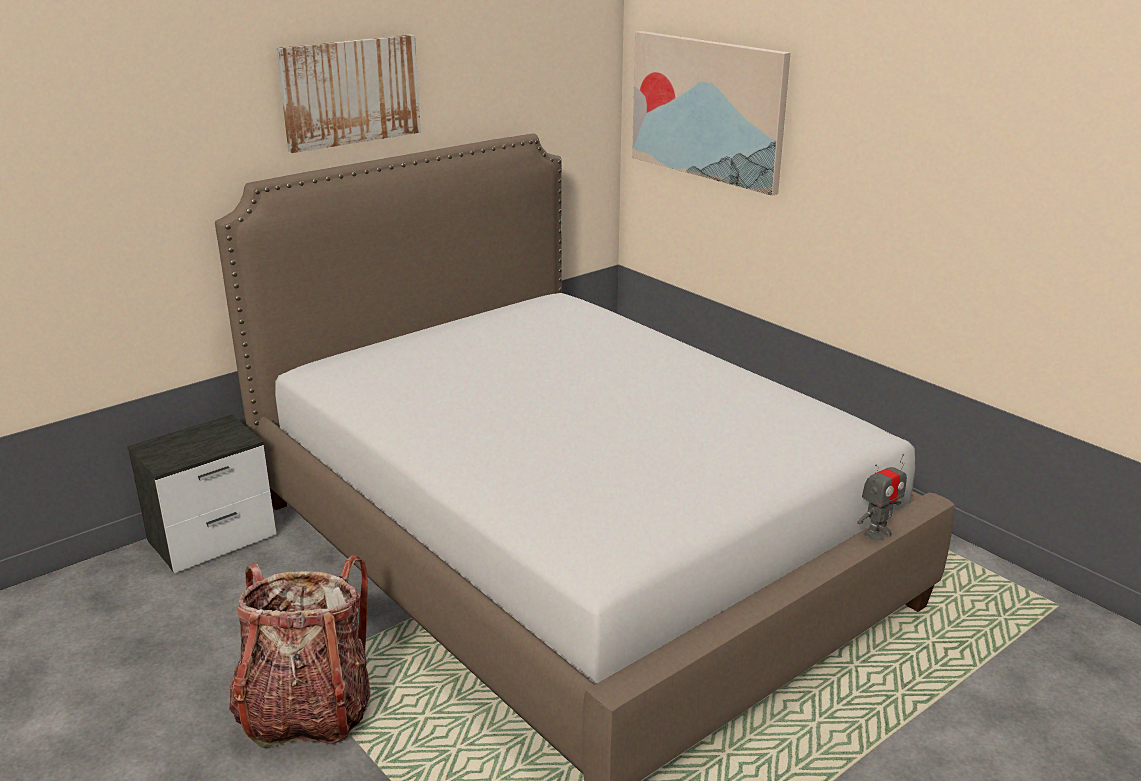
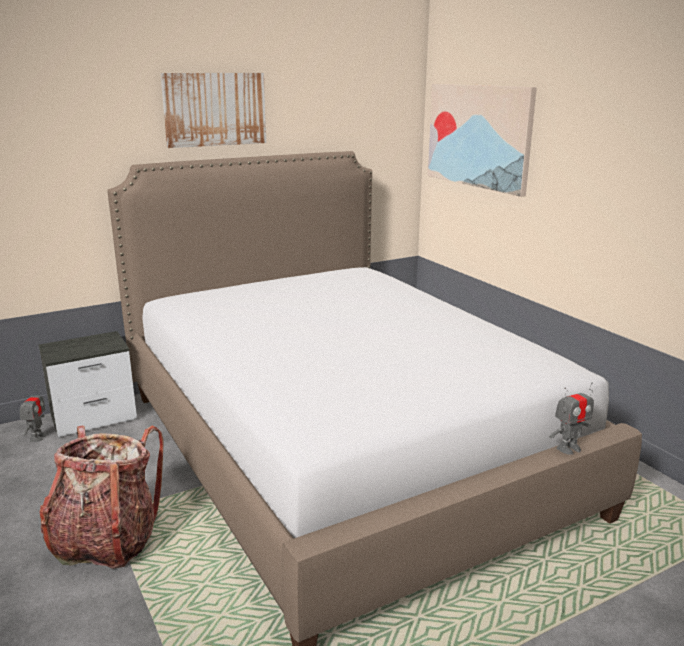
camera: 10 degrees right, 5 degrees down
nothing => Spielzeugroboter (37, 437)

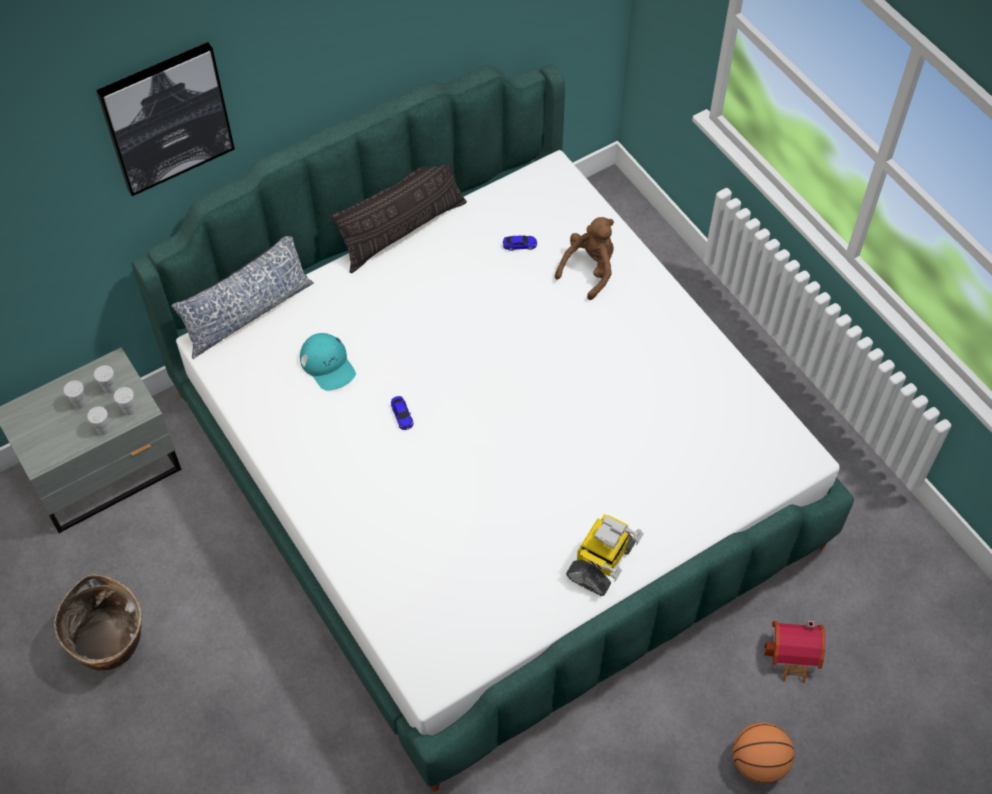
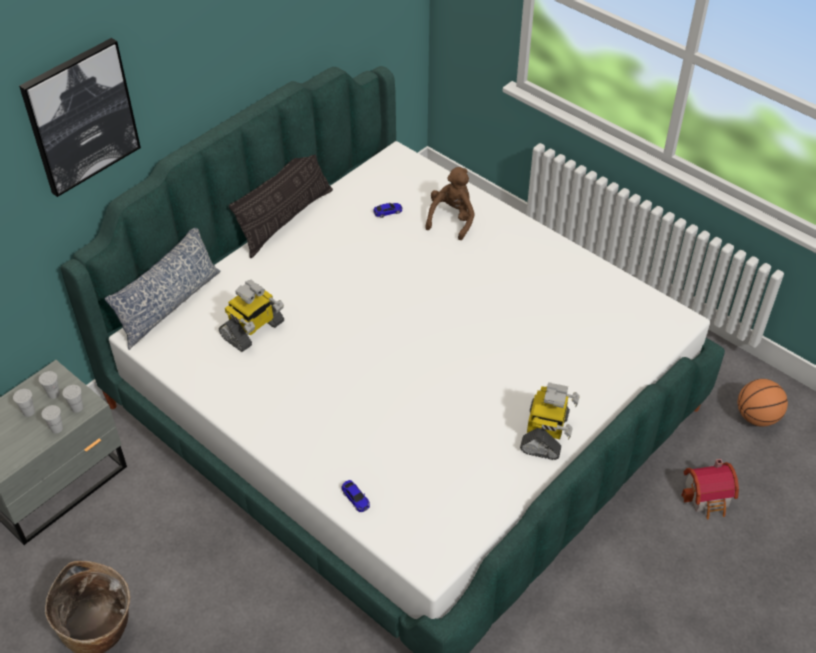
camera: 15 degrees left, 10 degrees down
Kappe (türkis) (328, 364) => Spielzeugroboter (253, 330)
Spielzeugauto (402, 415) => Spielzeugauto (355, 498), move
Basketball (759, 762) => Basketball (757, 417), move

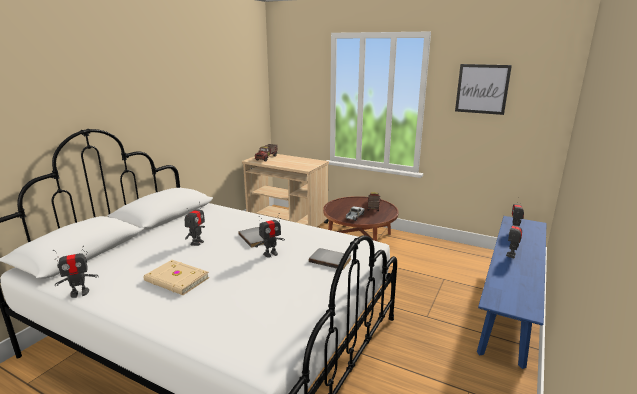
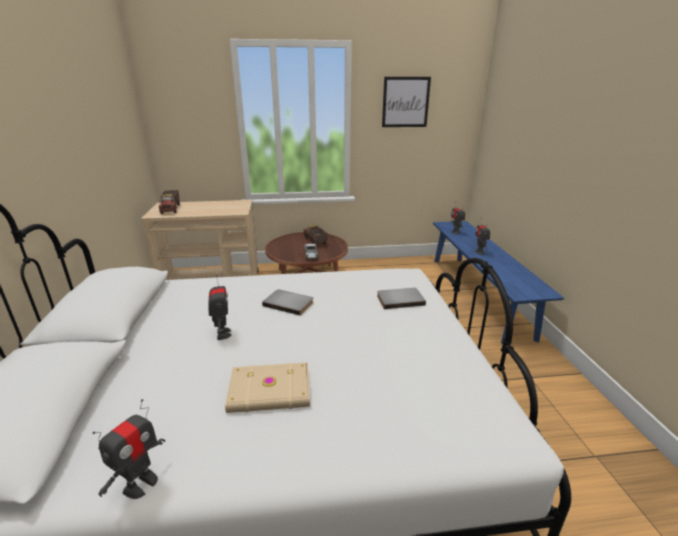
camera: 35 degrees left, 5 degrees up
Spielzeugroboter (270, 254) => nothing

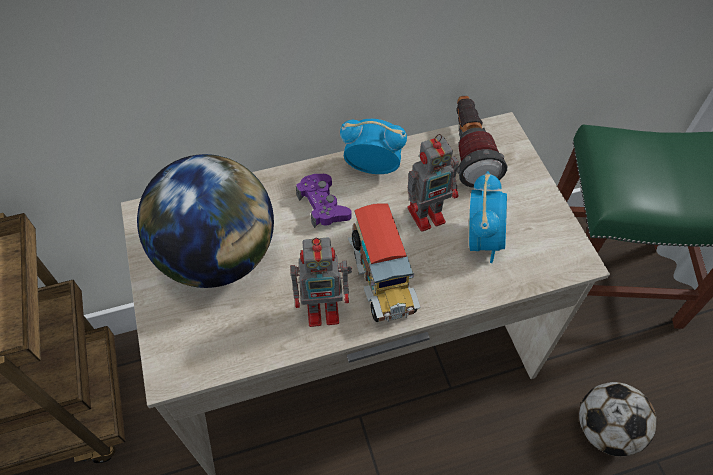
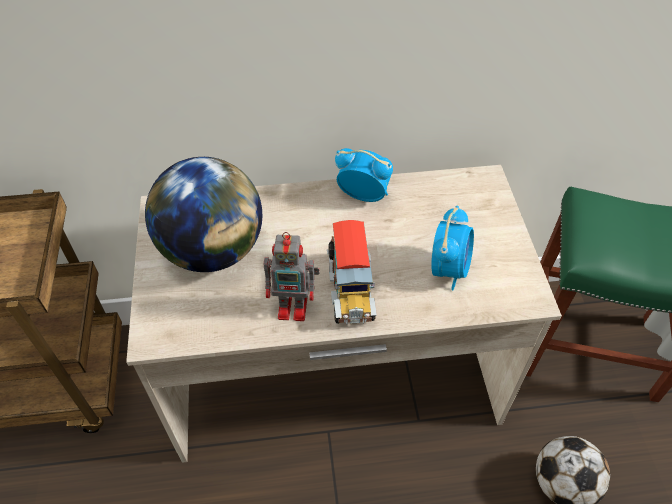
camera: 10 degrees right, 5 degrees down
Taschenlampe (469, 152) => nothing
Spielzeugroboter (428, 214) => nothing
Gamepad (lila) (323, 205) => nothing

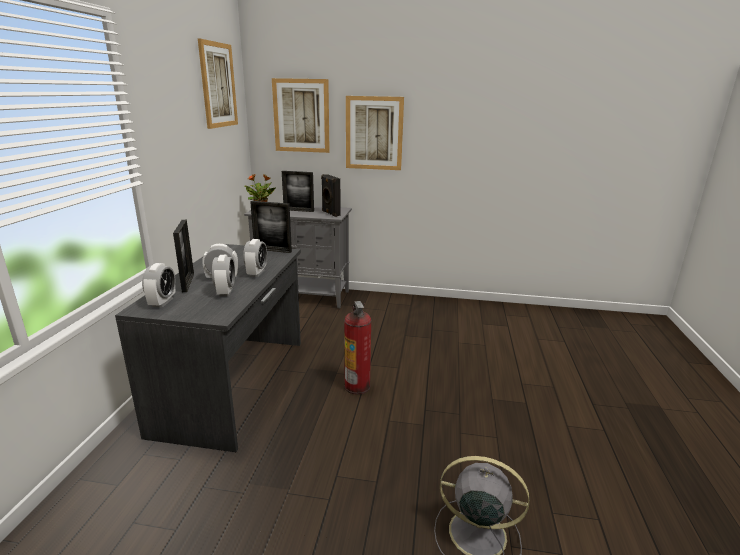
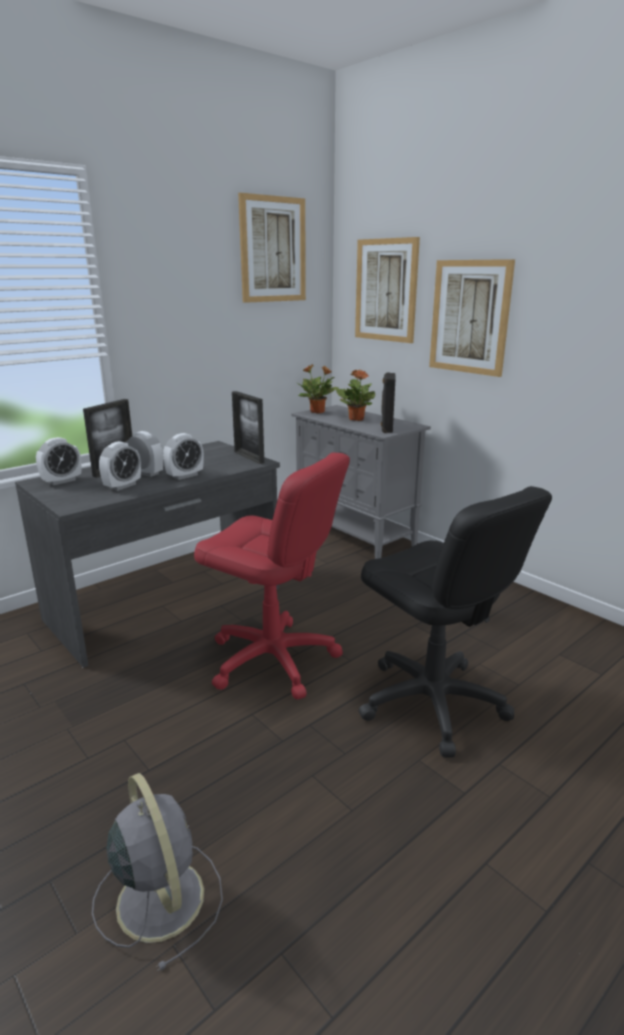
camera: 40 degrees right, 0 degrees up
Bilderrahmen (298, 210) => Topfpflanze (356, 419)
Feuerlöscher (357, 386) => Bürostuhl (rot) (272, 660)
nothing => Bürostuhl (schwarz) (432, 703)

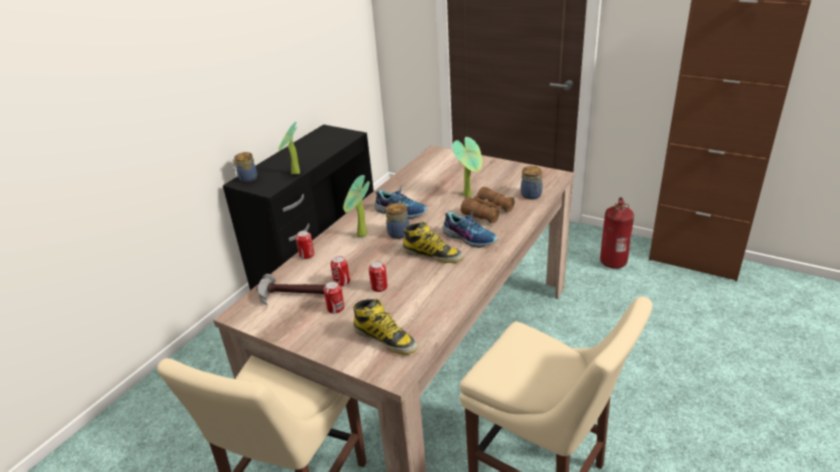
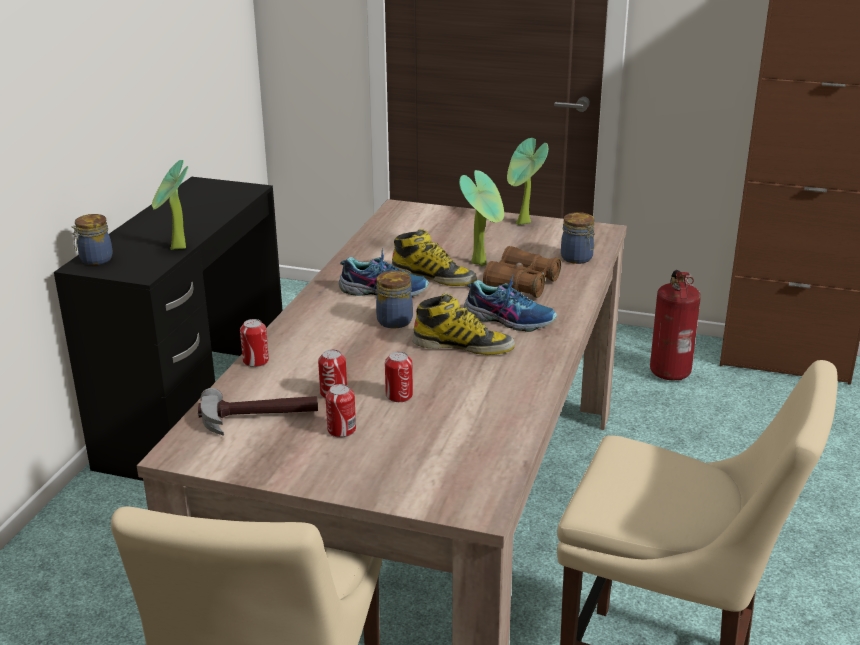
camera: 15 degrees left, 5 degrees down
Topfpflanze (361, 236) => Topfpflanze (523, 224), move
Stiefel (385, 338) => Stiefel (434, 277), move

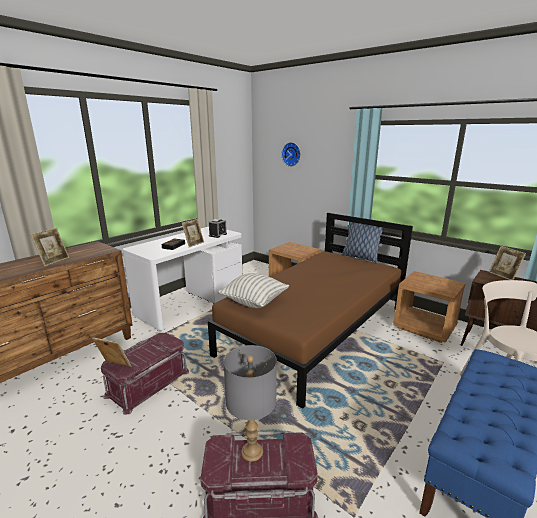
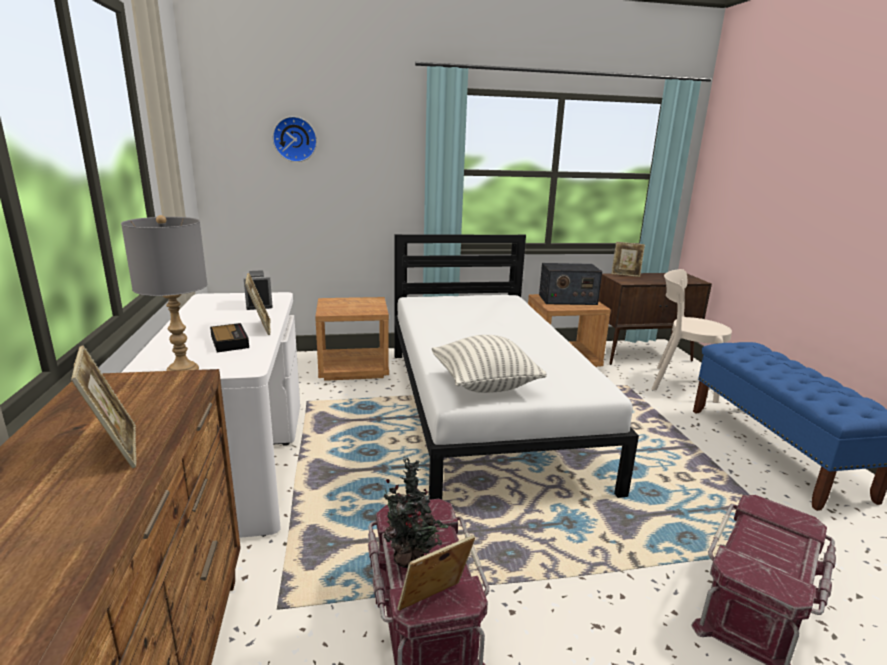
camera: 50 degrees left, 0 degrees up
Bett (braun) (316, 330) => Bett (weiß) (484, 411)
Kissen (360, 257) => nothing
Tischlampe (grau) (252, 451) => Tischlampe (grau) (182, 369), move
nothing => Radio (567, 299)
nothing => Topfpflanze (411, 559)

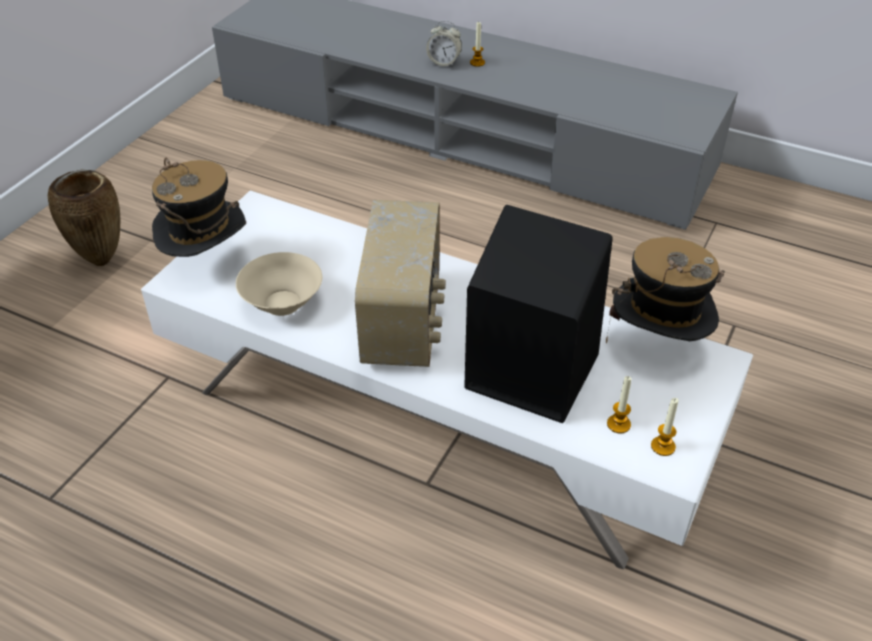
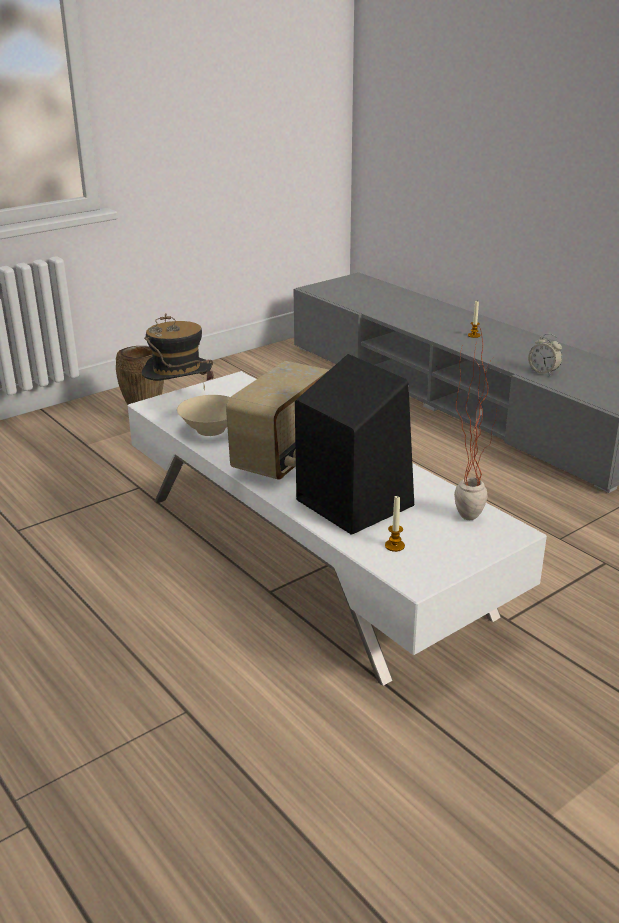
camera: 25 degrees right, 15 degrees down
Wecker (444, 63) => Wecker (543, 372), move
Hut (656, 346) => Topfpflanze (467, 511)
Kerze (663, 446) => nothing

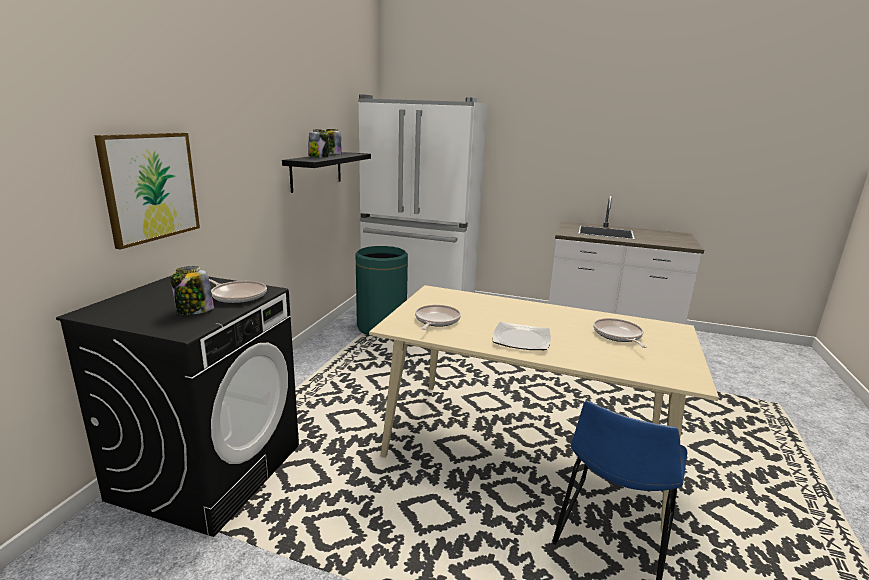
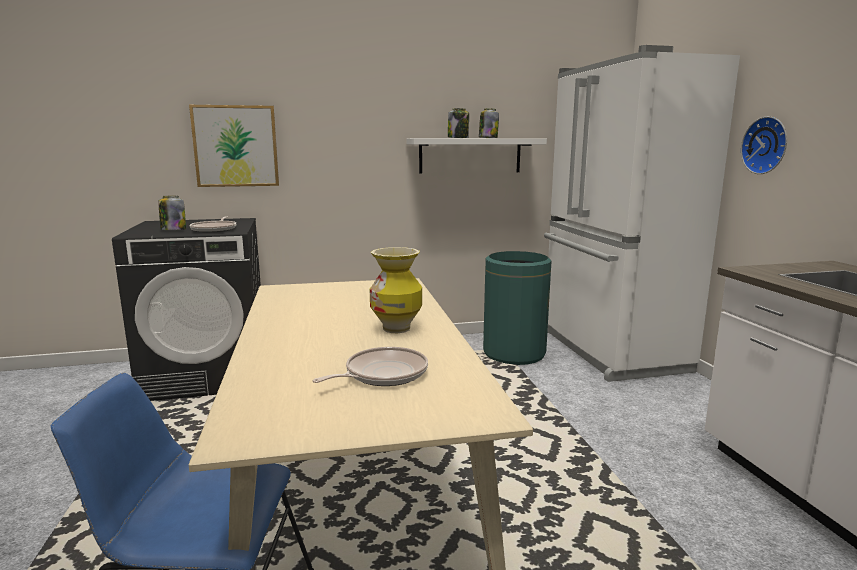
camera: 60 degrees right, 5 degrees down
Wandregal (schwarz) (316, 171) => Wandregal (weiß) (470, 155)
Pfanne (436, 320) => nothing
Teller (520, 339) => nothing
nothing => Wanduhr (767, 145)
nothing => Vase (397, 328)

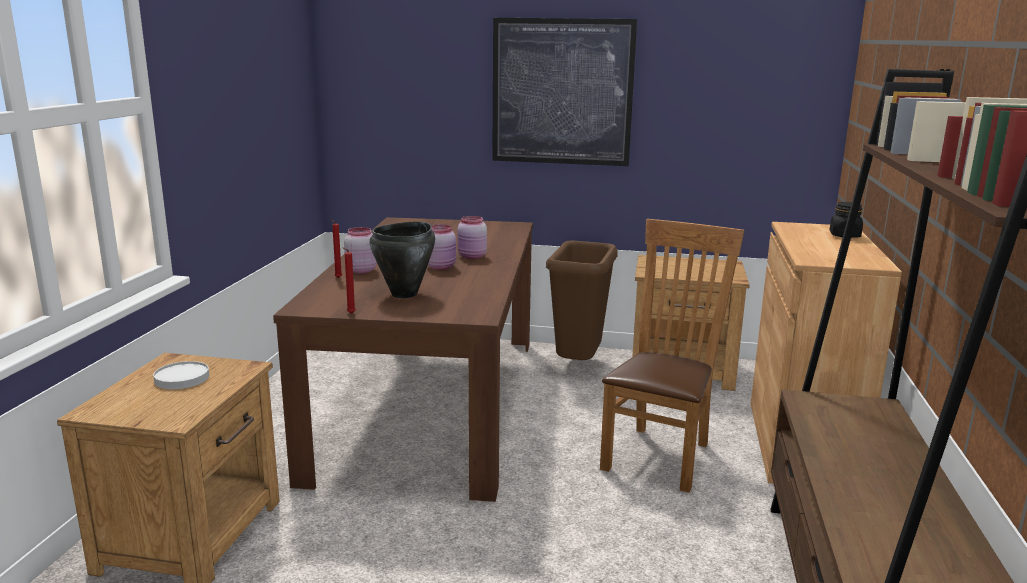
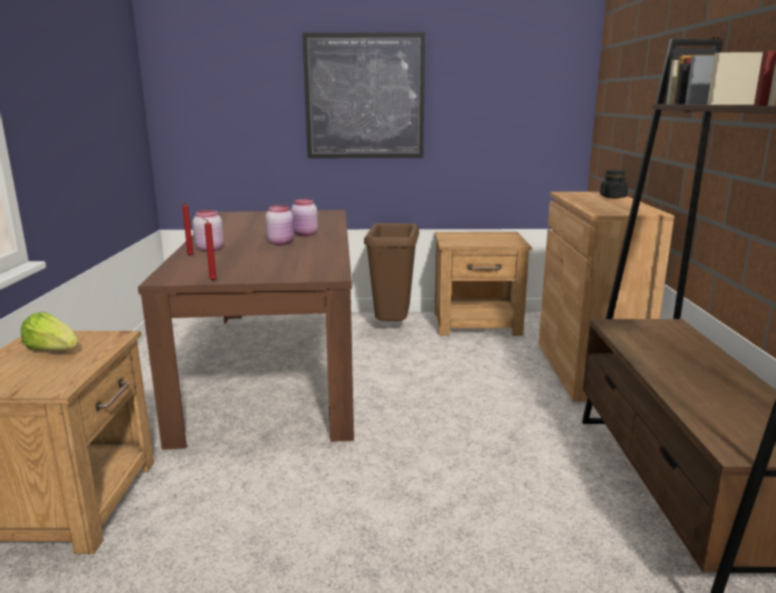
camera: 10 degrees left, 0 degrees up
Stuhl (braun) (661, 454) => nothing
Kochtopf (schwarz) (405, 294) => nothing
Teller (weiß) (182, 378) => Salatkopf (52, 350)

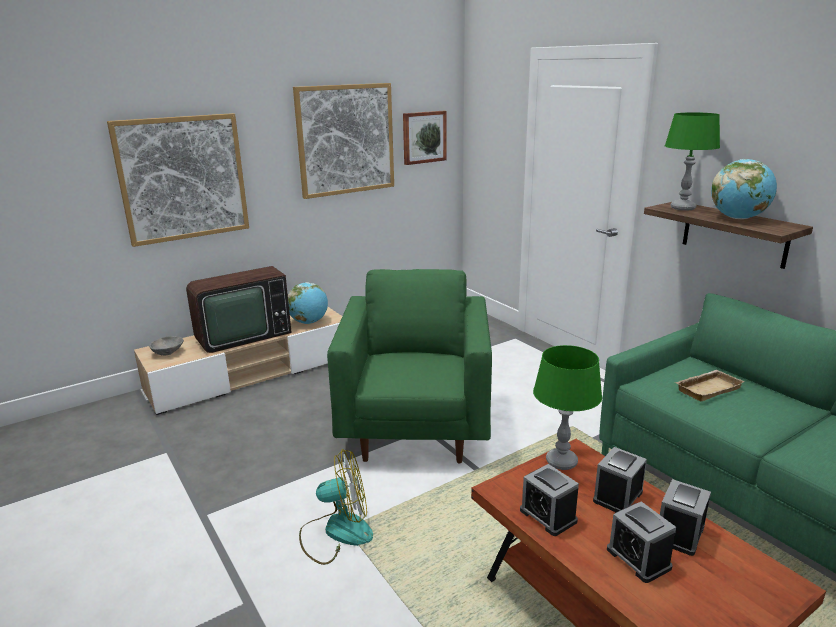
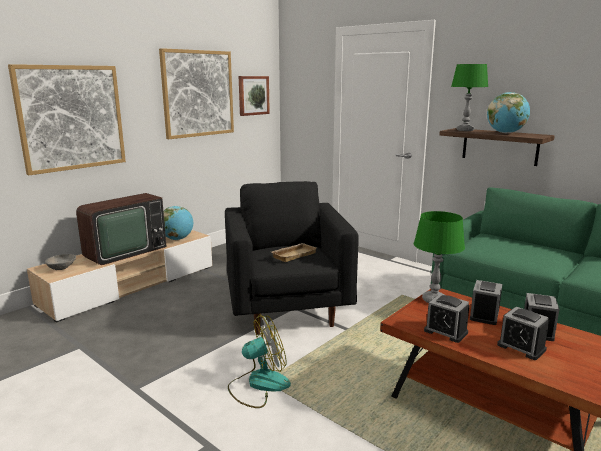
camera: 15 degrees left, 5 degrees down
Sessel (grün) (416, 429) => Sessel (schwarz) (287, 308)
Tablett (beige) (707, 388) => Tablett (beige) (293, 255), move

